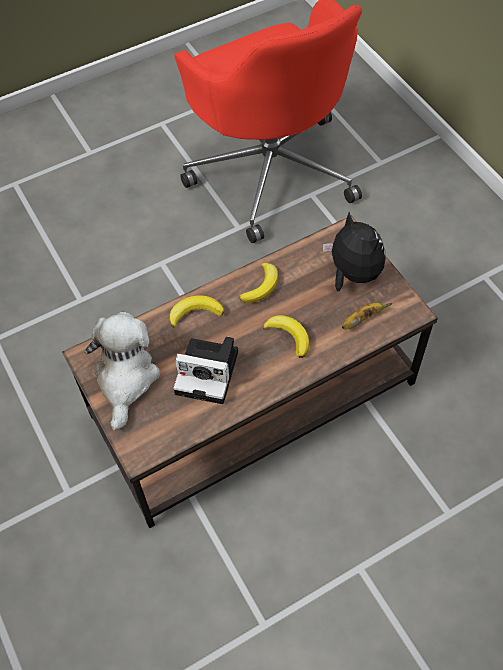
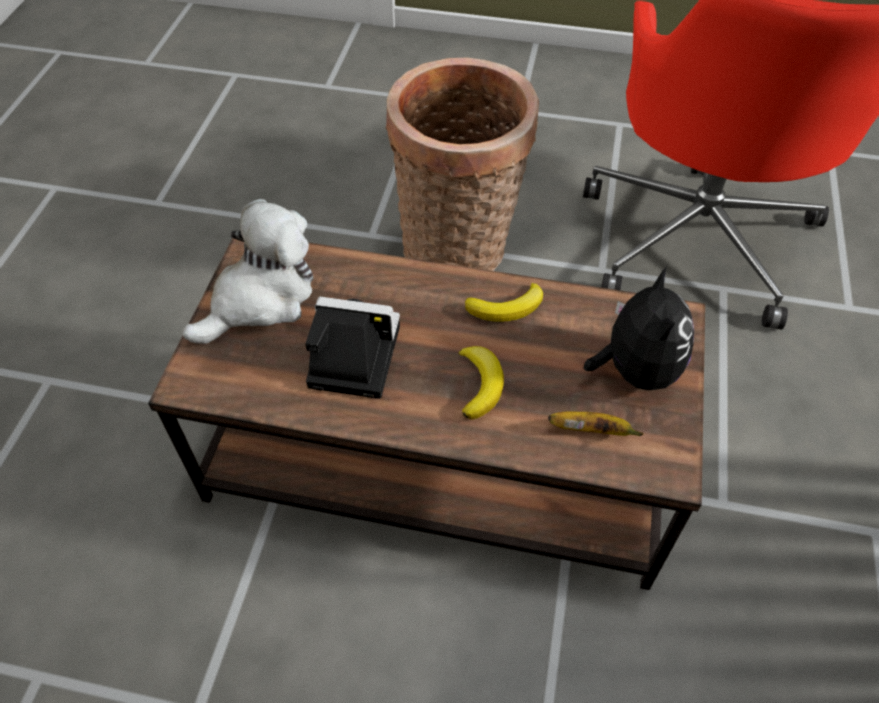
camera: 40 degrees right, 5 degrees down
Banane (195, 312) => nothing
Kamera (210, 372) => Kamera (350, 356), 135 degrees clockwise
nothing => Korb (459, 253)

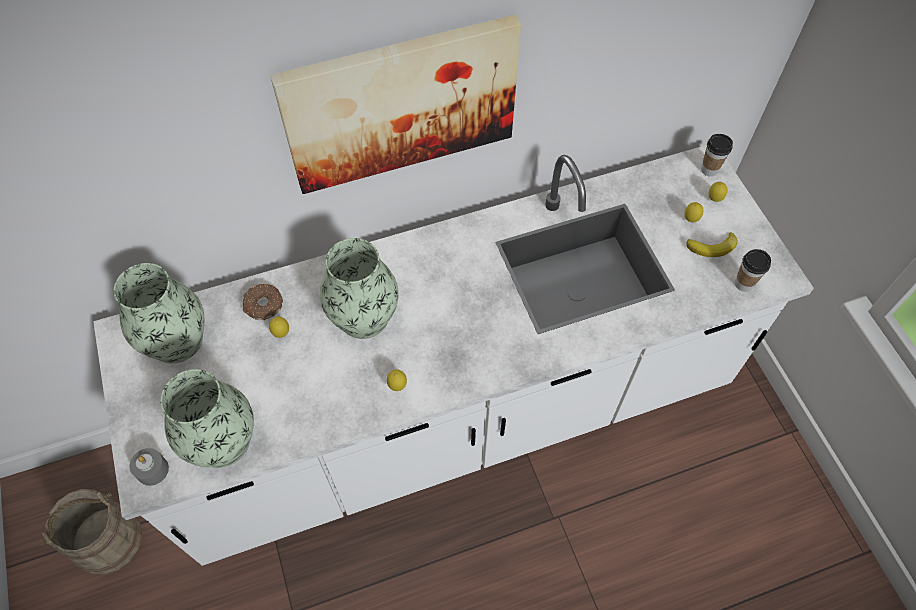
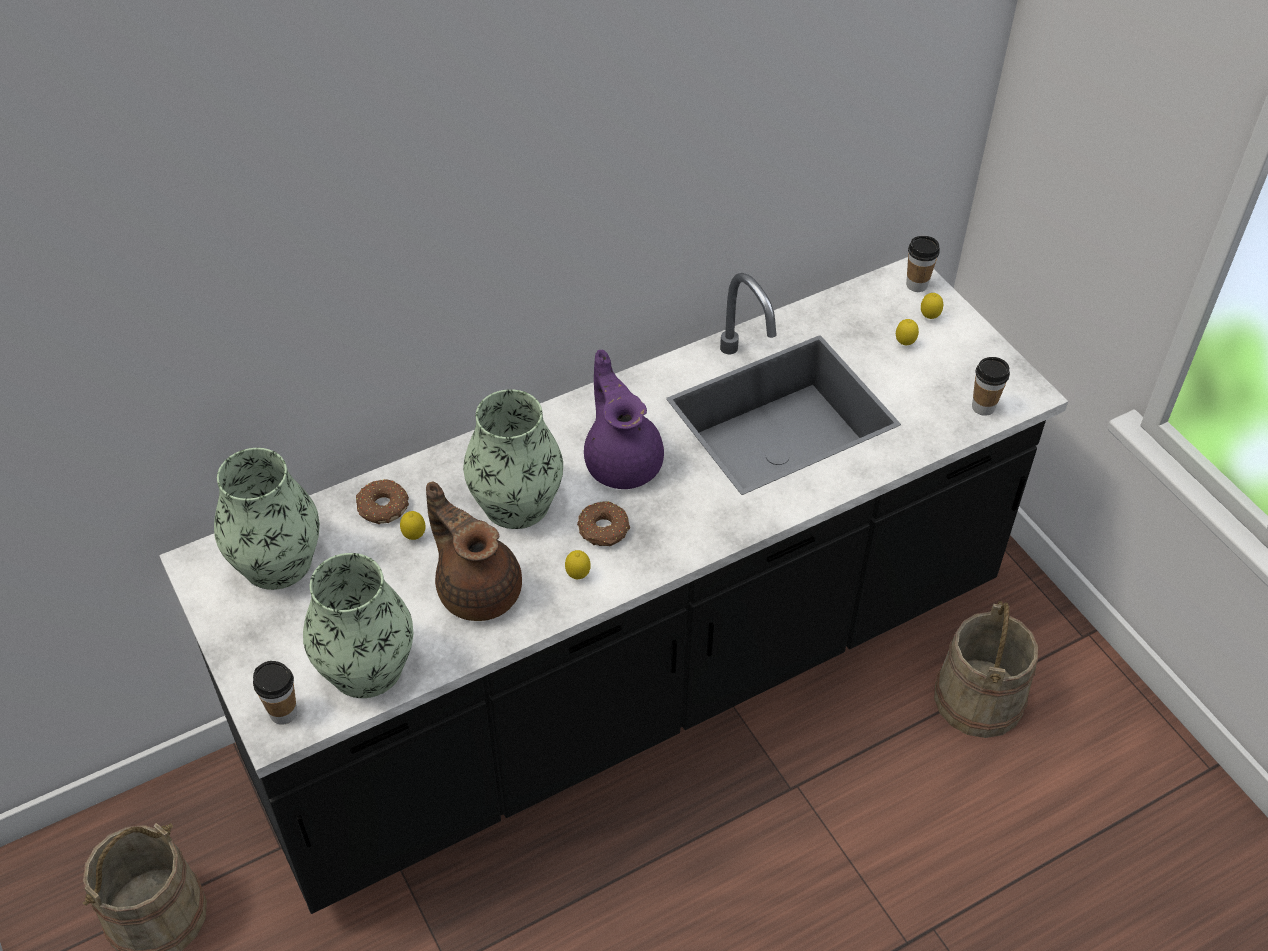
camera: 10 degrees left, 10 degrees down
Bild (401, 103) => nothing
Küchenzeile (weiß) (458, 416) => Küchenzeile (schwarz) (632, 679)
Banane (713, 247) => nothing
Kerze (grau) (152, 470) => Tasse (283, 712)
nothing => Teekanne (lila) (622, 461)
nothing => Teekanne (braun) (477, 588)
nothing => Donut (603, 530)
nothing => Eimer (beige) (978, 698)

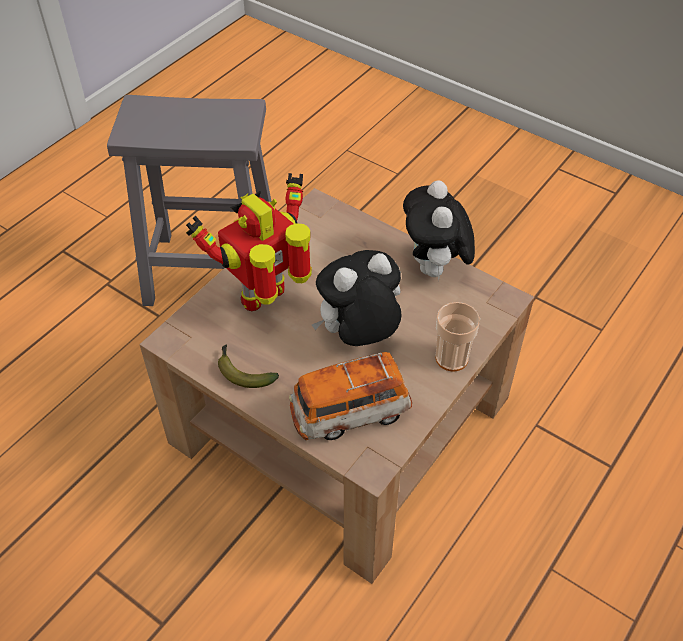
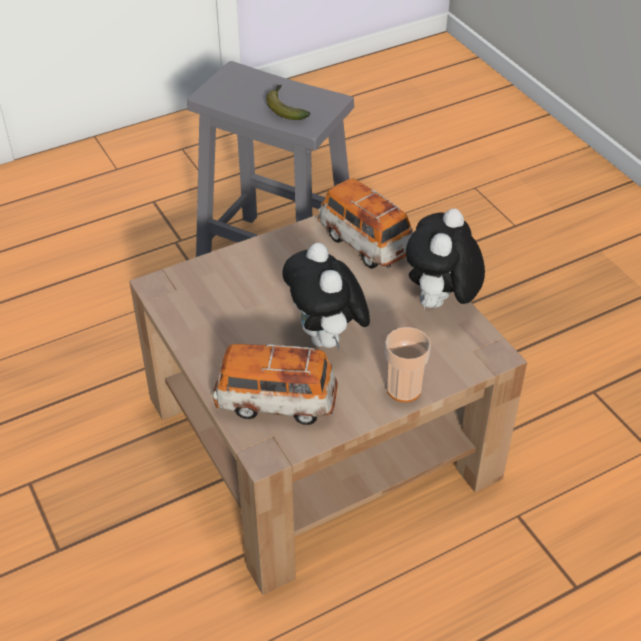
camera: 25 degrees right, 5 degrees down
Spielzeugroboter (267, 297) => nothing
Plüschtier (358, 336) => Plüschtier (327, 339), 105 degrees counterclockwise
Banane (243, 372) => Banane (285, 108), move
nothing => Spielzeugauto (364, 243)

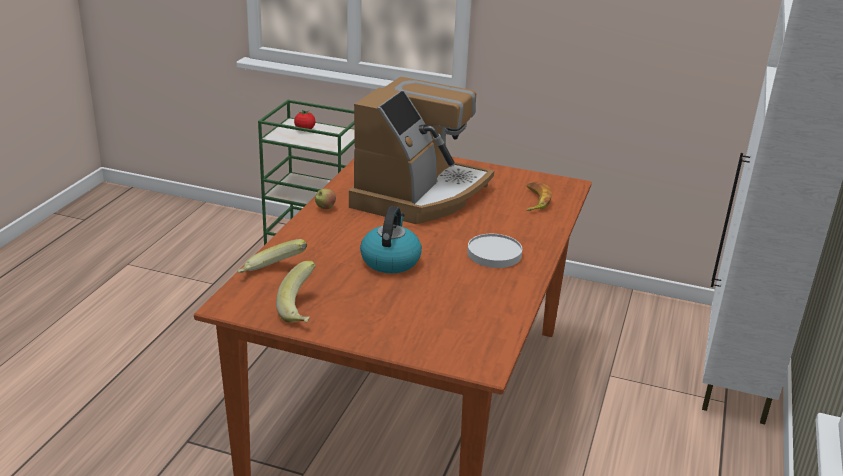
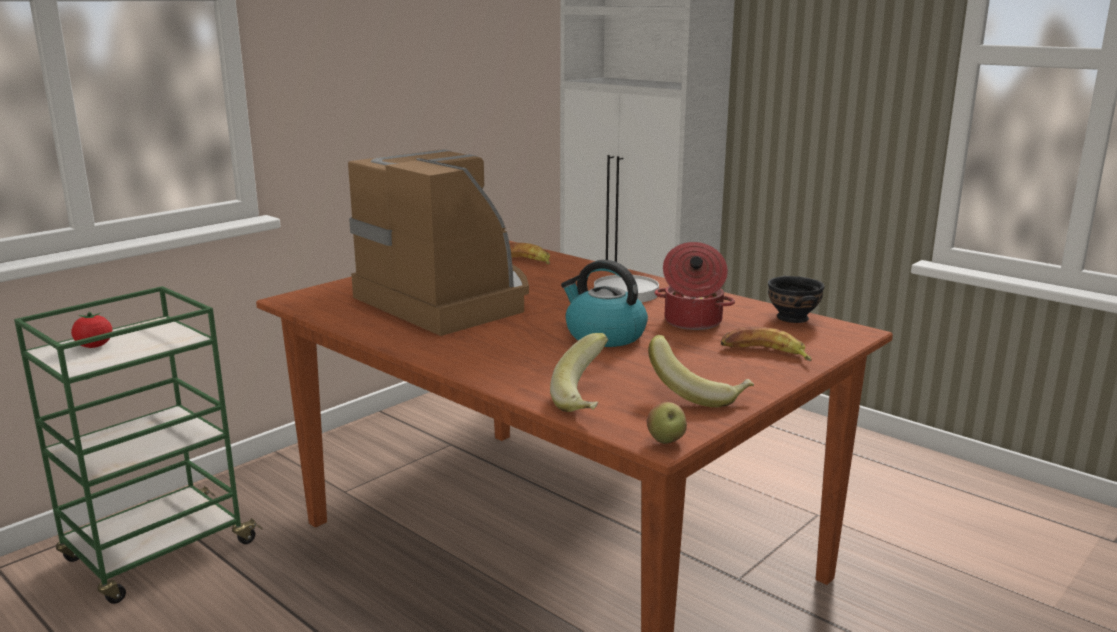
camera: 65 degrees left, 10 degrees down
Apfel (325, 208) => Apfel (666, 441), move
nothing => Kochtopf (692, 322)
nothing => Schüssel (schwarz) (793, 317)
nothing => Banane (765, 353)

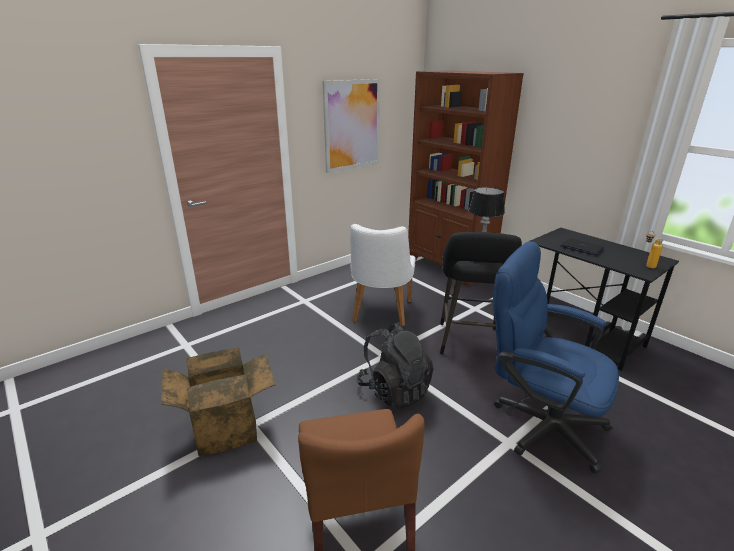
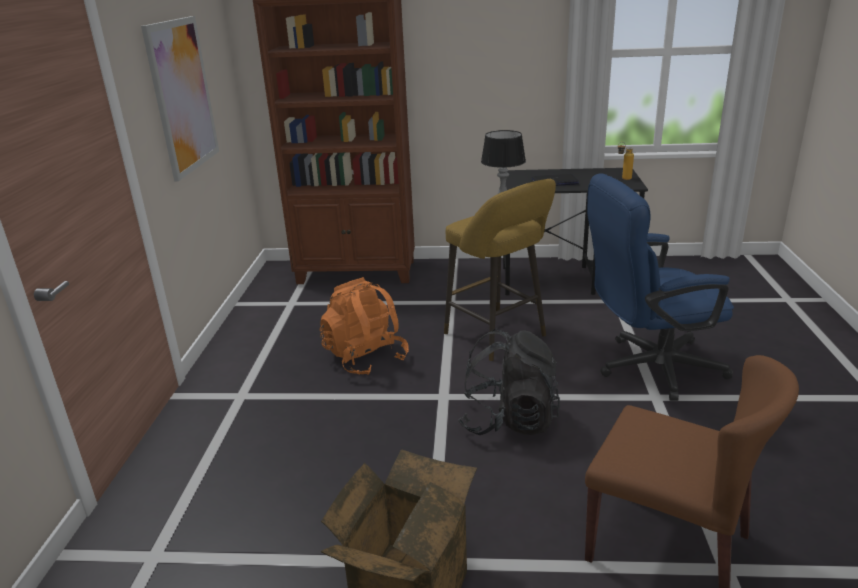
camera: 45 degrees left, 0 degrees up
Stuhl (weiß) (380, 314) => Rucksack (orange) (365, 358)
Hocker (schwarz) (469, 343) => Hocker (gelb) (498, 336)

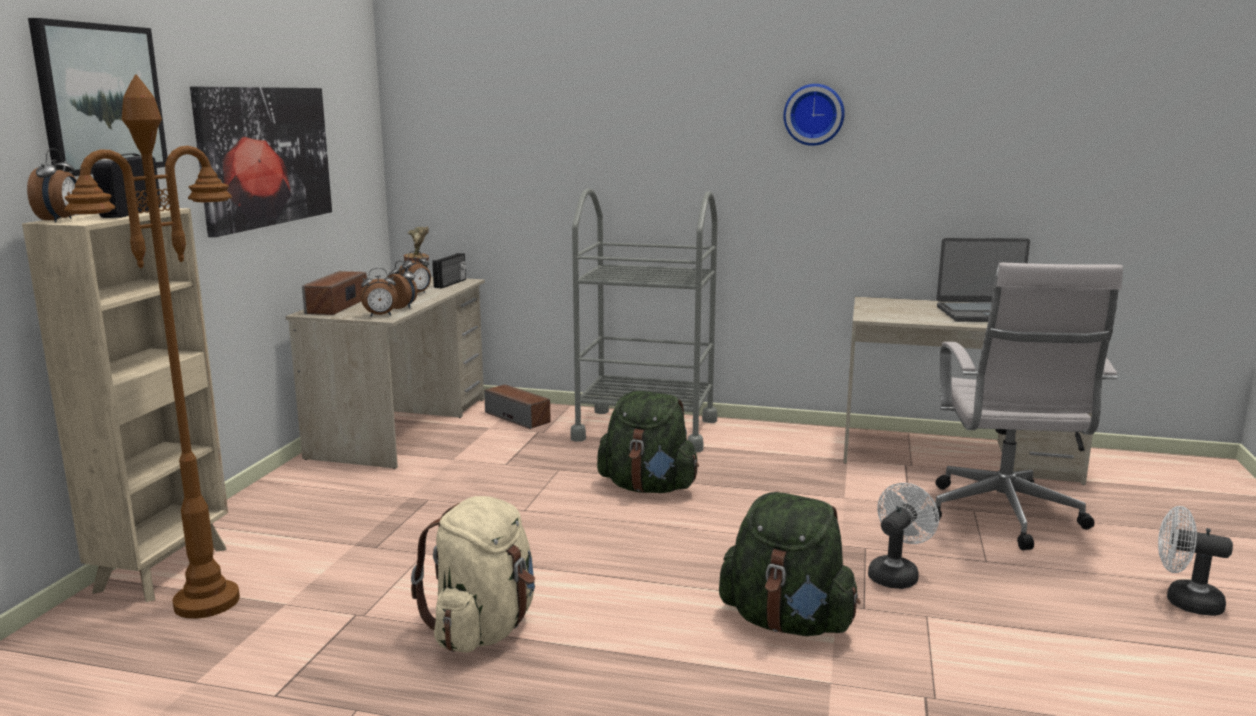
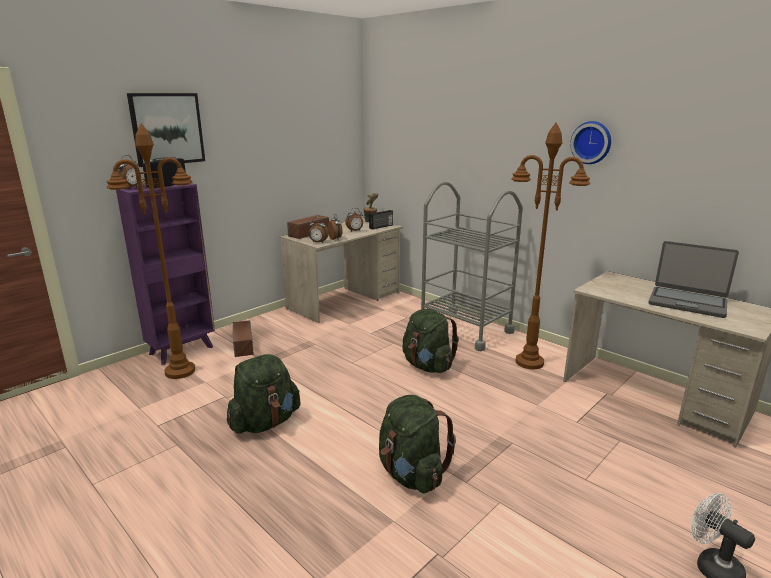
camera: 30 degrees right, 5 degrees up
Bild (265, 156) => nothing
Bücherregal (beige) (165, 568) => Bücherregal (lila) (183, 350)
Bürostuhl (weiß) (1003, 518) => nothing
Lautsprecher (518, 417) => Lautsprecher (243, 345), move
Ventilator (weiß) (896, 574) => nothing
Rucksack (beige) (484, 628) => Rucksack (grün) (265, 422)
nothing => Stehlampe (braun) (530, 362)

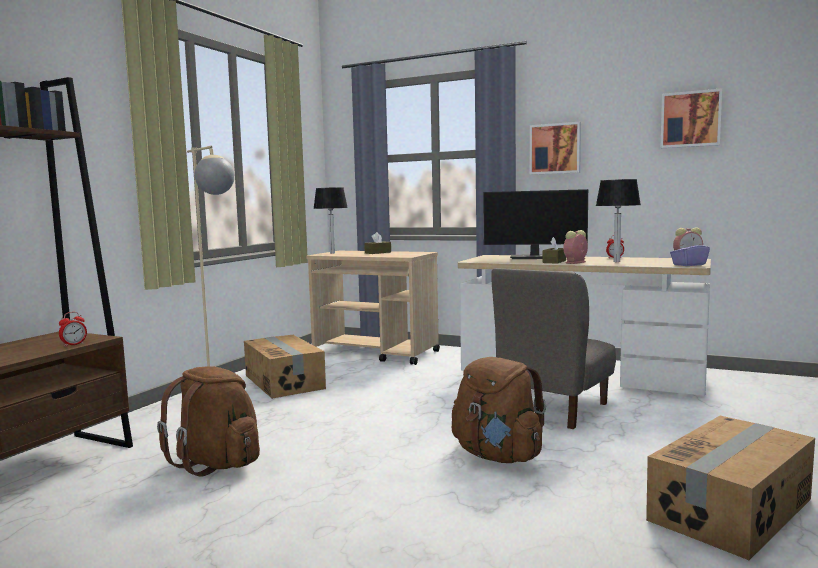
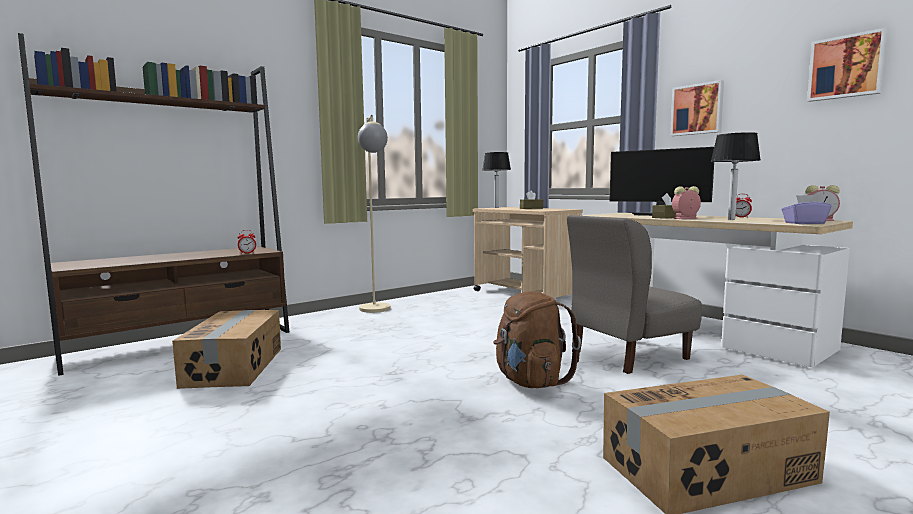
camera: 25 degrees right, 0 degrees up
Karton (285, 382) => Karton (235, 366), move
Rucksack (braun) (217, 463) => nothing

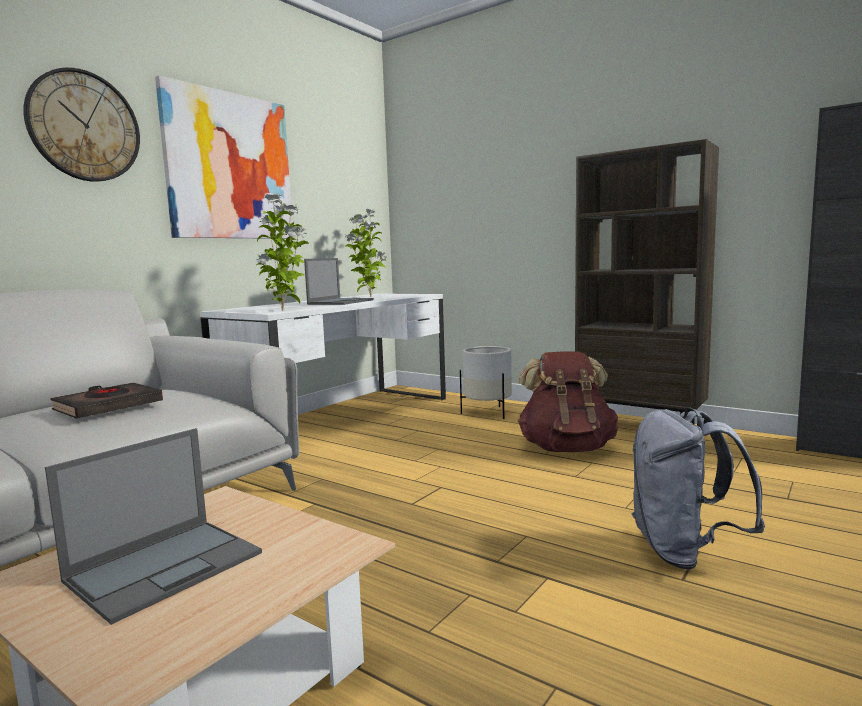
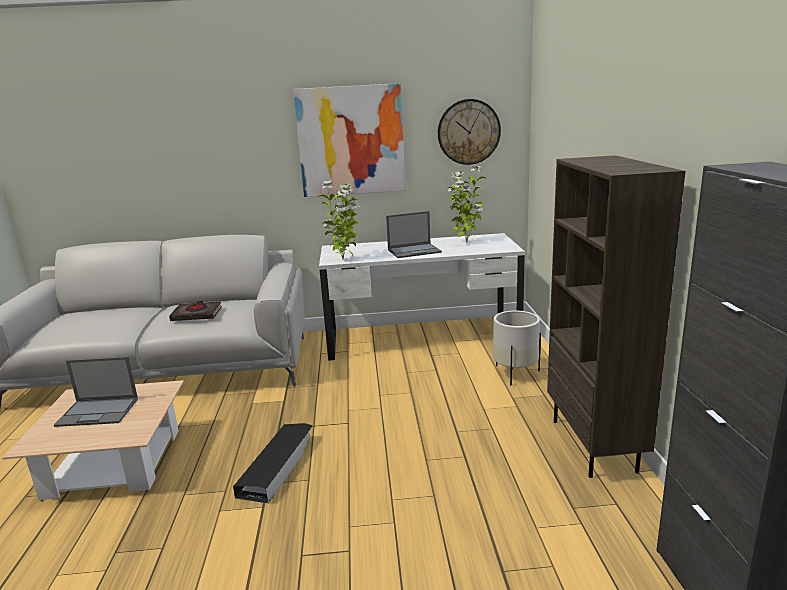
camera: 50 degrees right, 10 degrees up
Wanduhr (84, 126) => Wanduhr (468, 132), move
Rucksack (braun) (566, 449) => nothing
Rucksack (grau) (684, 552) => nothing
nothing => Aufbewahrungsbox (schwarz) (278, 466)

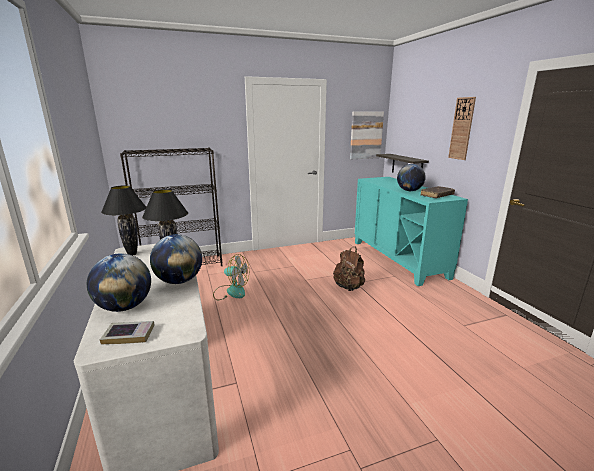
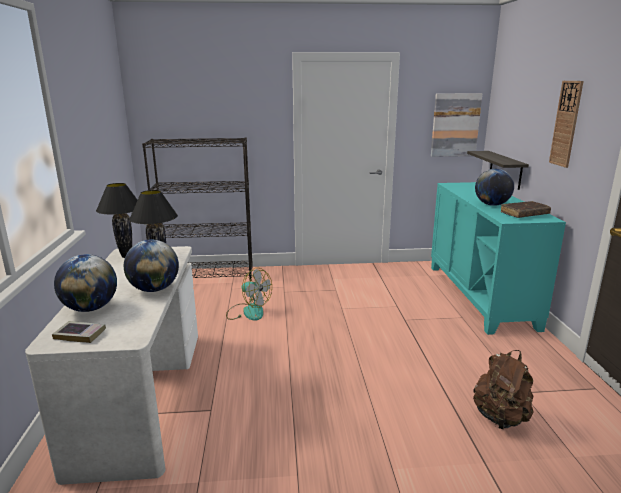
camera: 15 degrees right, 0 degrees up
Rucksack (braun) (349, 287) => Rucksack (braun) (500, 418), move

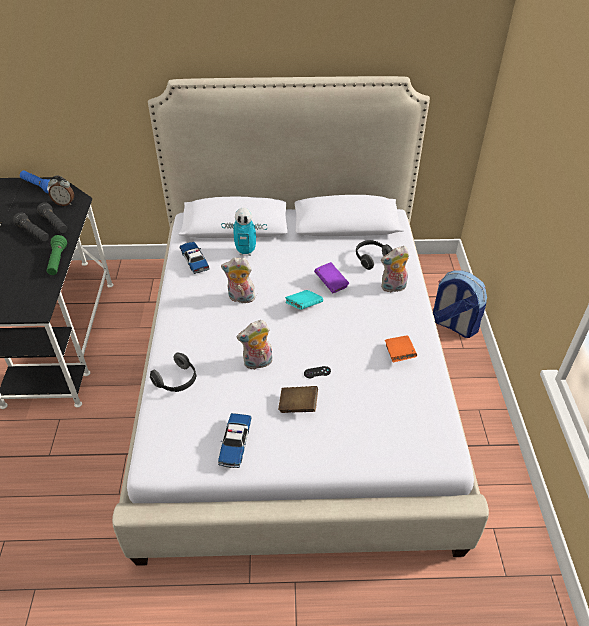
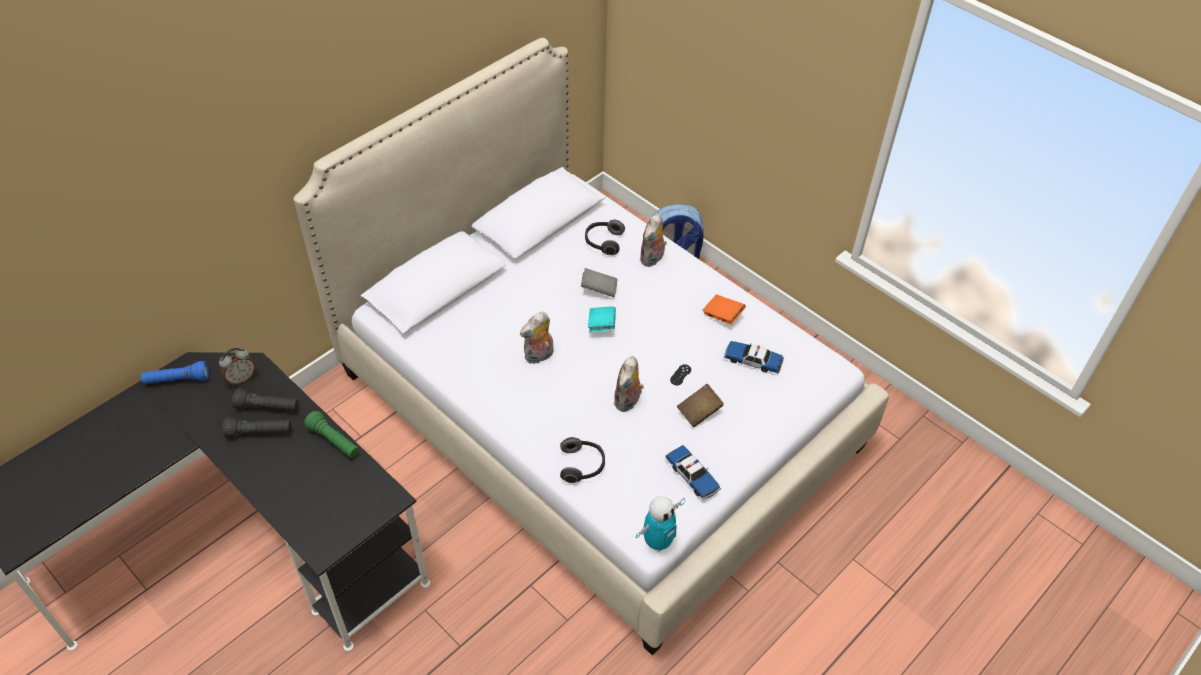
camera: 45 degrees left, 5 degrees up
Spielzeugroboter (246, 252) => Spielzeugroboter (658, 542), move
Spielzeugauto (194, 261) => Spielzeugauto (752, 360), move
Buch (lila) (331, 284) => Buch (grau) (599, 289)

